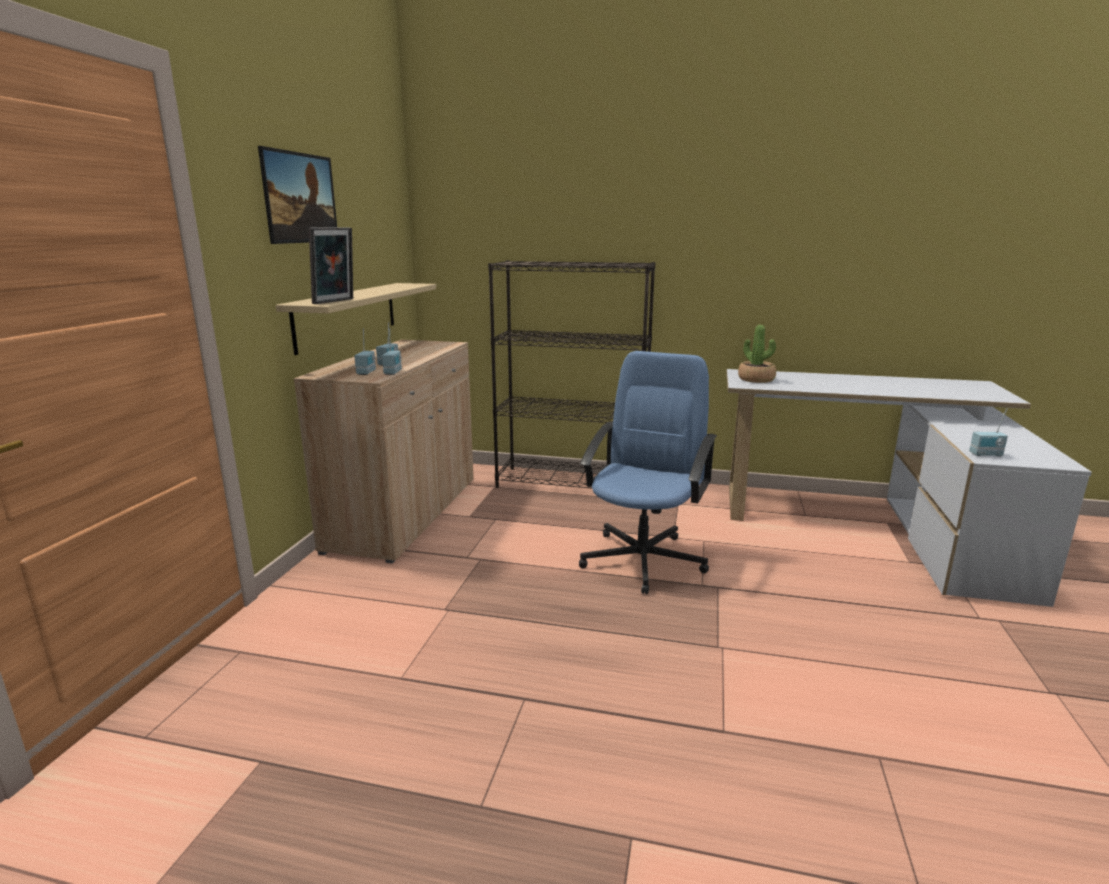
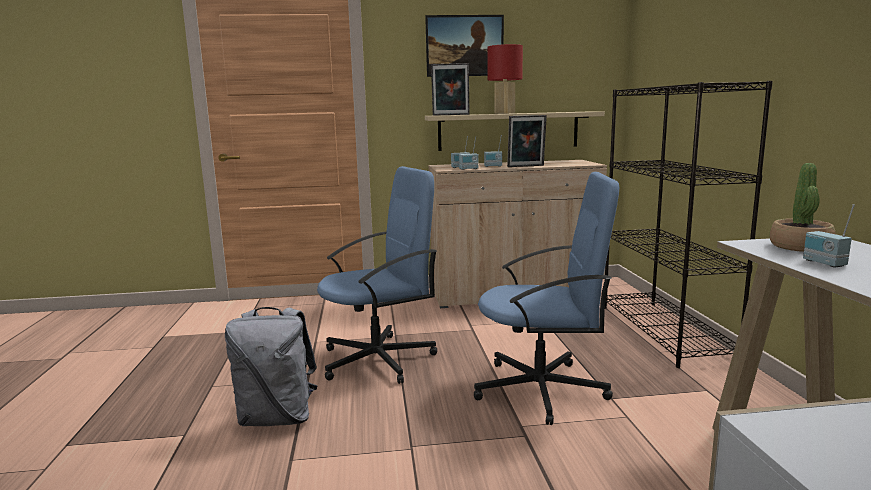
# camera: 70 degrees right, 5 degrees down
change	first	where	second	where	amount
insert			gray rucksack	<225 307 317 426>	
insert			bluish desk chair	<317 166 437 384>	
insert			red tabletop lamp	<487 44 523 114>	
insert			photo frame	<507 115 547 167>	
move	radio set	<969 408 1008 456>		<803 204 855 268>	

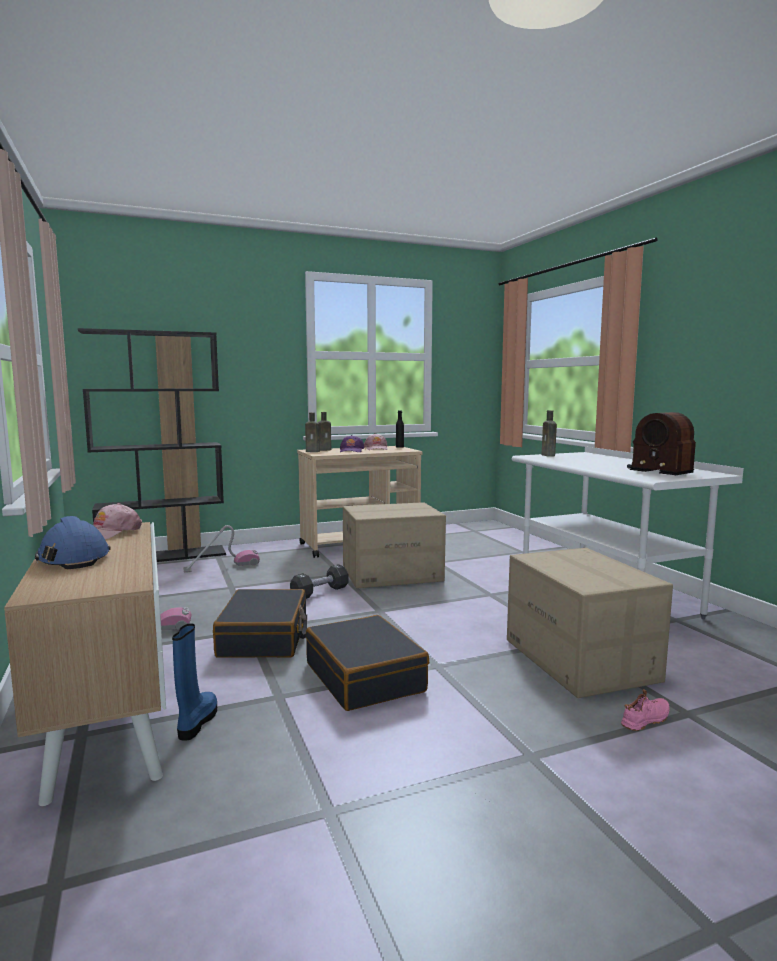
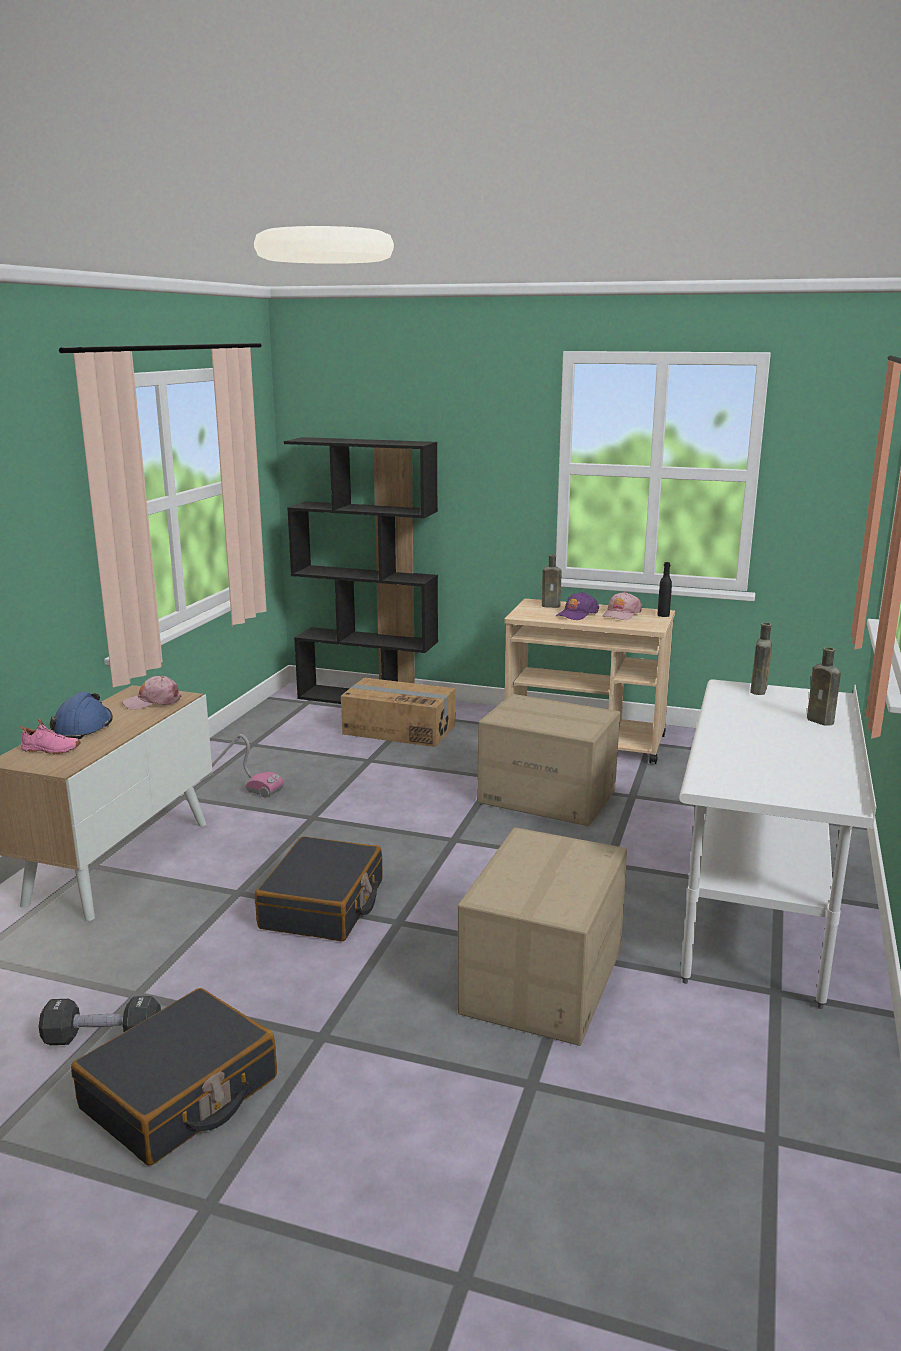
# camera: 40 degrees right, 10 degrees up
change	first	where	second	where	amount
delete	bluish tall boot	<172 624 217 741>			
delete	radio set	<627 412 696 475>			
move	black travel case	<213 589 307 658>		<71 988 277 1166>	
move	black free weight	<290 564 349 599>		<39 996 161 1045>	
move	brown bottle	<305 412 320 452>		<807 647 841 726>	
move	pink-coloured low shoe	<621 689 669 731>		<20 719 80 754>	
replace	hoover	<183 525 260 573>	packing box	<341 678 456 747>	

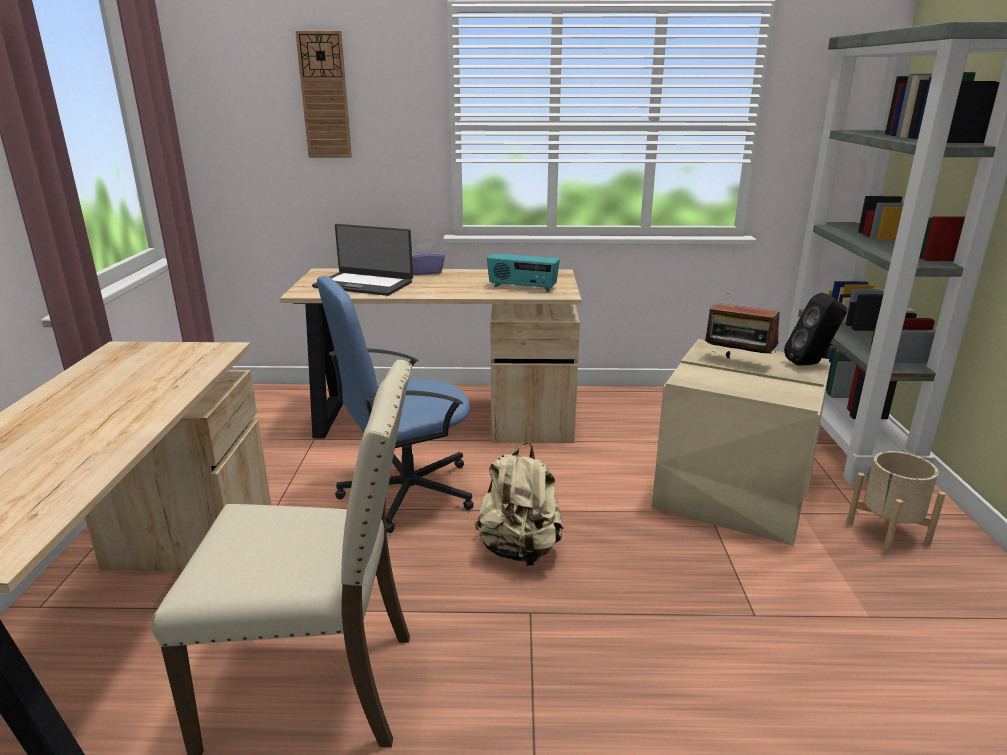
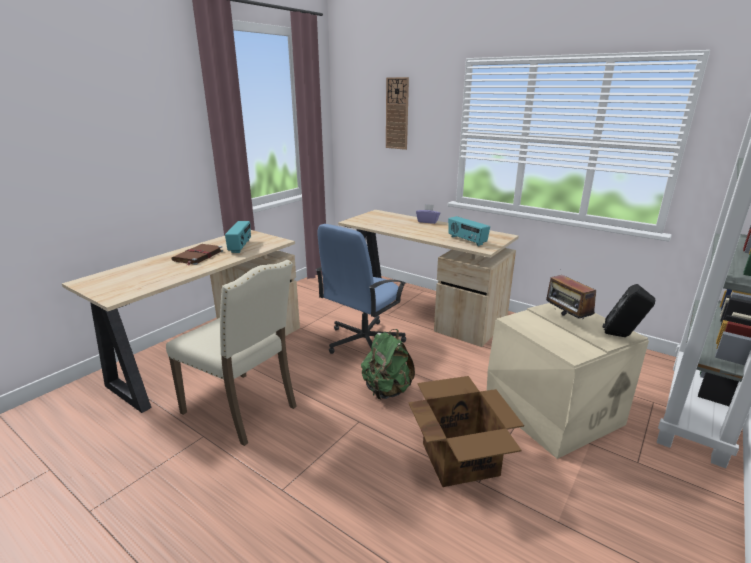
# camera: 35 degrees right, 0 degrees up
change	first	where	second	where	amount
delete	notebook computer	<312 224 413 296>			
delete	sand-coloured plant pot	<846 451 946 554>			
insert			brown book	<172 244 223 266>	
insert			radio set	<225 221 251 253>	
insert			packing box	<408 376 524 487>	
recolor	sand-coloured rucksack	<475 442 564 566>	green-coloured rucksack	<361 329 415 399>	
rotate	bluish desk chair	<317 276 474 533>		<316 224 406 354>	60 degrees counterclockwise

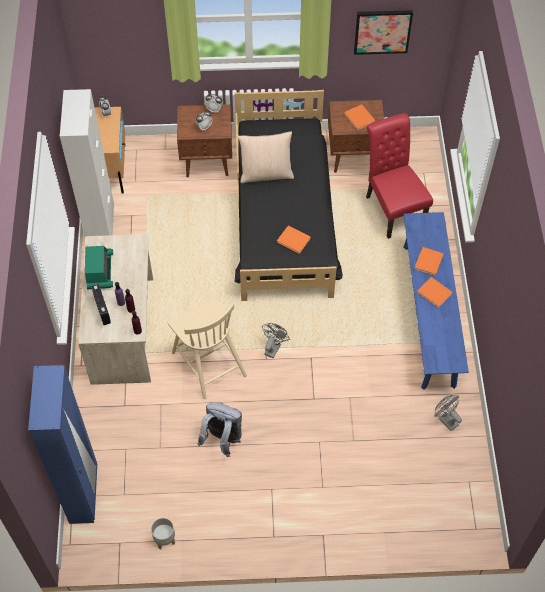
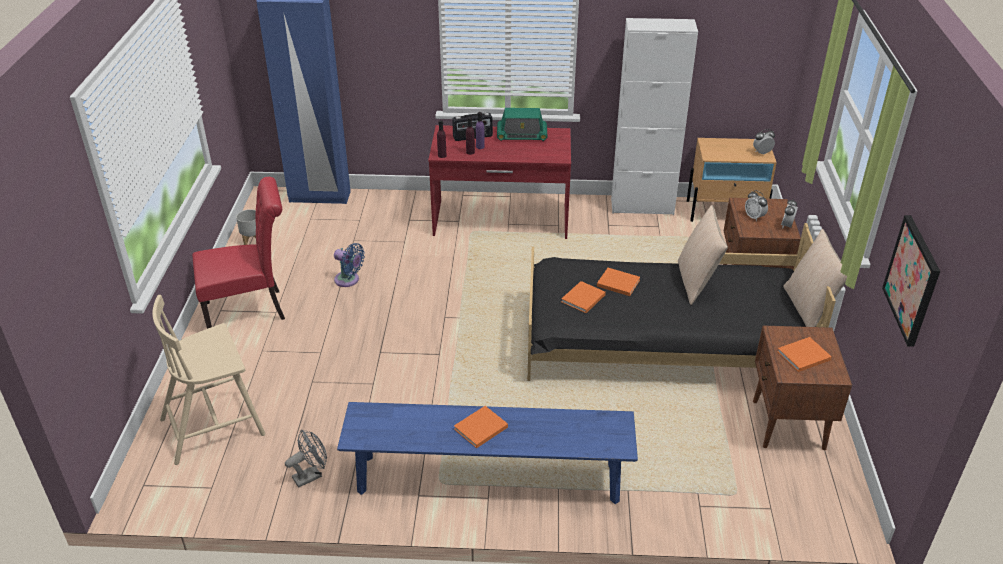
# camera: 95 degrees right, 20 degrees down
change	first	where	second	where	amount
delete	gray electric fan	<262 323 289 358>			
insert			sand-coloured cushion	<783 229 847 327>	
move	sand-coloured plain chair	<168 297 247 399>		<152 295 265 465>	
move	red plain chair	<366 113 433 239>		<192 177 285 329>	
move	orangey book	<414 247 444 276>		<597 268 640 296>	
replace	gray rucksack	<198 402 242 457>	bluish electric fan	<334 243 365 287>	
recolor	sand-coloured desk table	<78 234 153 385>	red desk table	<428 125 571 239>	

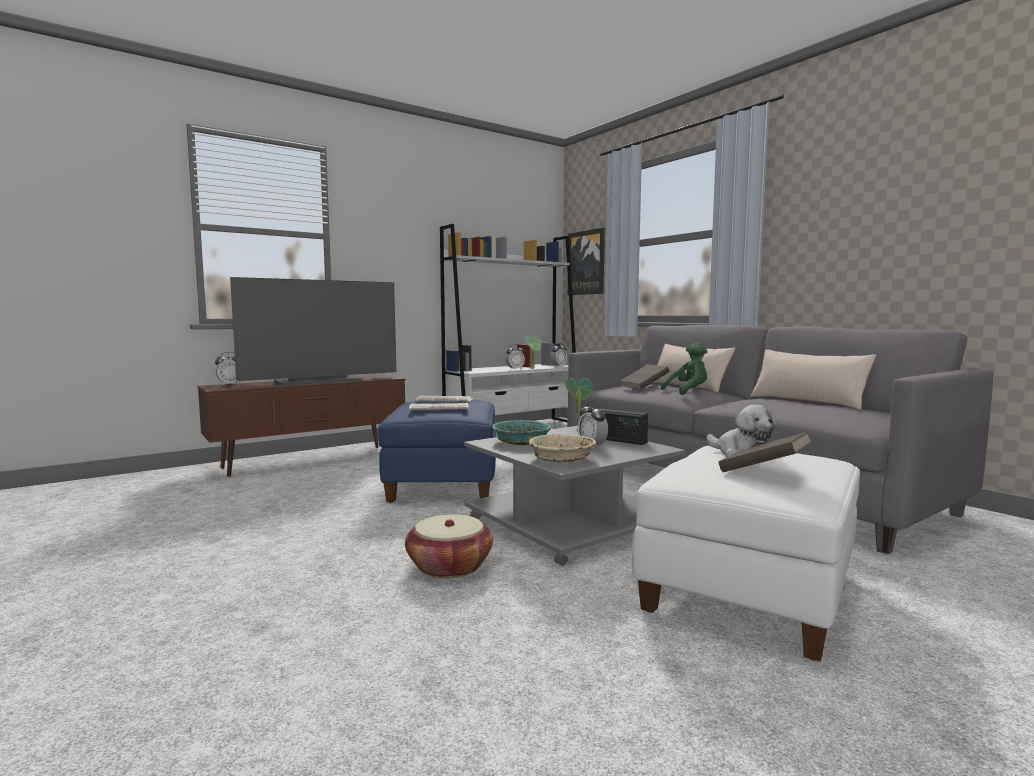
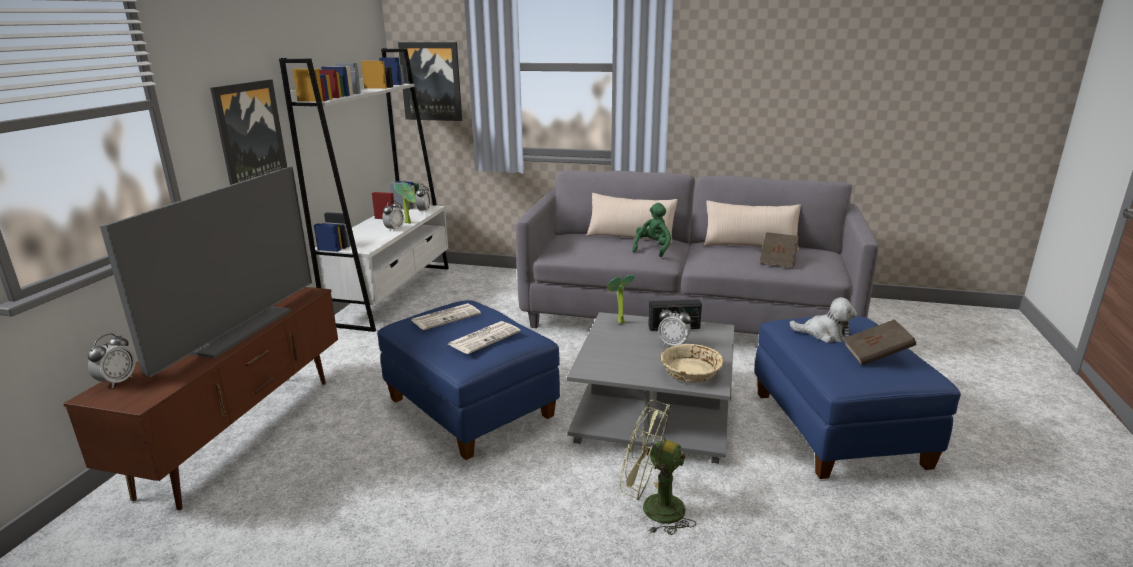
# camera: 40 degrees left, 15 degrees up
change	first	where	second	where	amount
delete	turquoise deep dish	<492 420 551 445>			
insert			wall art	<210 79 287 185>	
move	brown book	<621 364 669 390>		<760 232 799 268>	
replace	basket	<405 514 493 578>	green-coloured electric fan	<620 400 696 535>	
recolor	white-coloured pouffe	<632 446 860 662>	bluish pouffe	<754 316 961 479>	

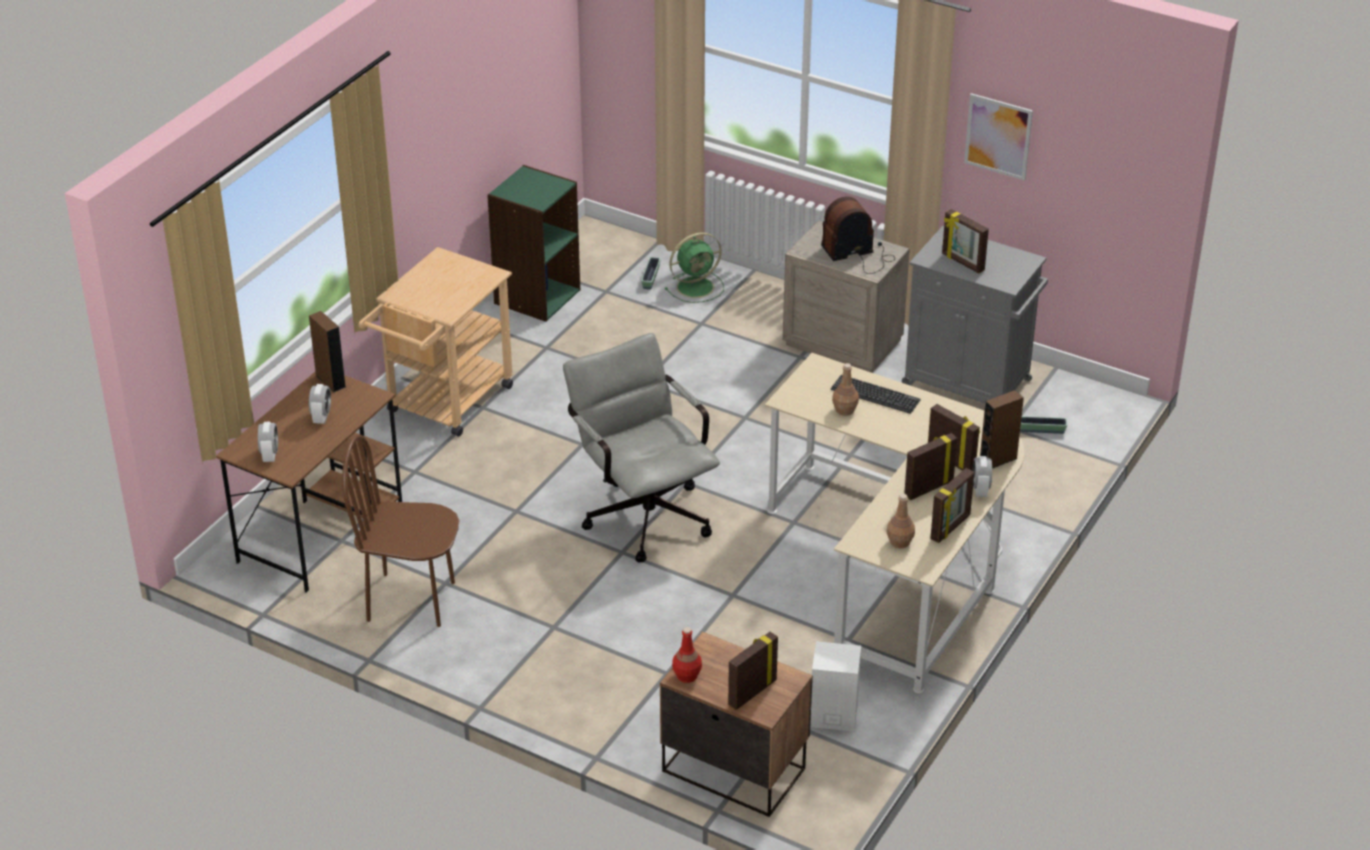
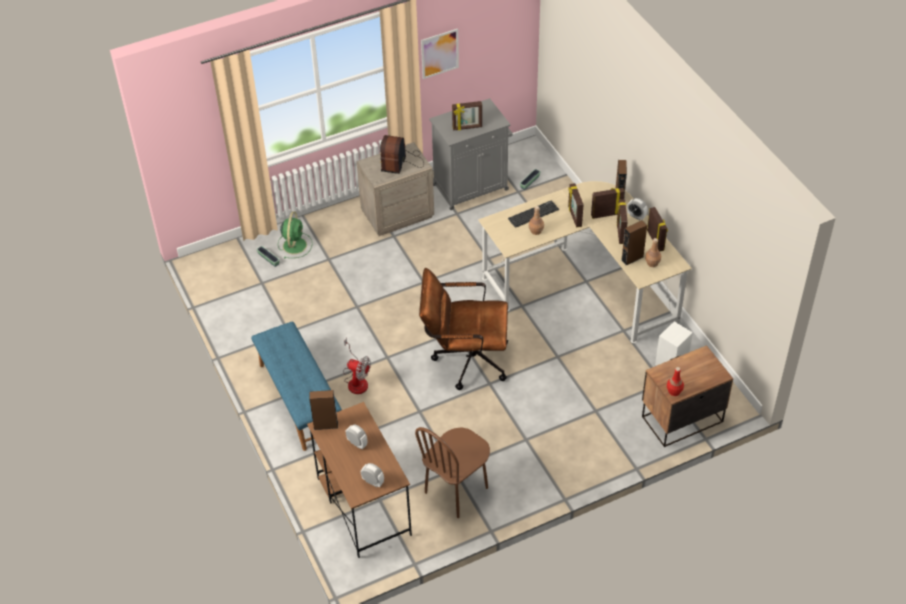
# camera: 55 degrees left, 10 degrees up
change	first	where	second	where	amount
delete	green-coloured shelving unit	<487 165 580 322>			
insert			electric fan	<343 338 371 394>	
insert			brown audio speaker	<621 220 647 265>	
move	photo frame	<728 632 778 710>		<568 183 584 227>	
replace	sand-coloured cart	<359 247 513 437>	bluish bench	<251 322 342 451>	
recolor	gray desk chair	<563 333 720 563>	brown desk chair	<419 268 508 390>	

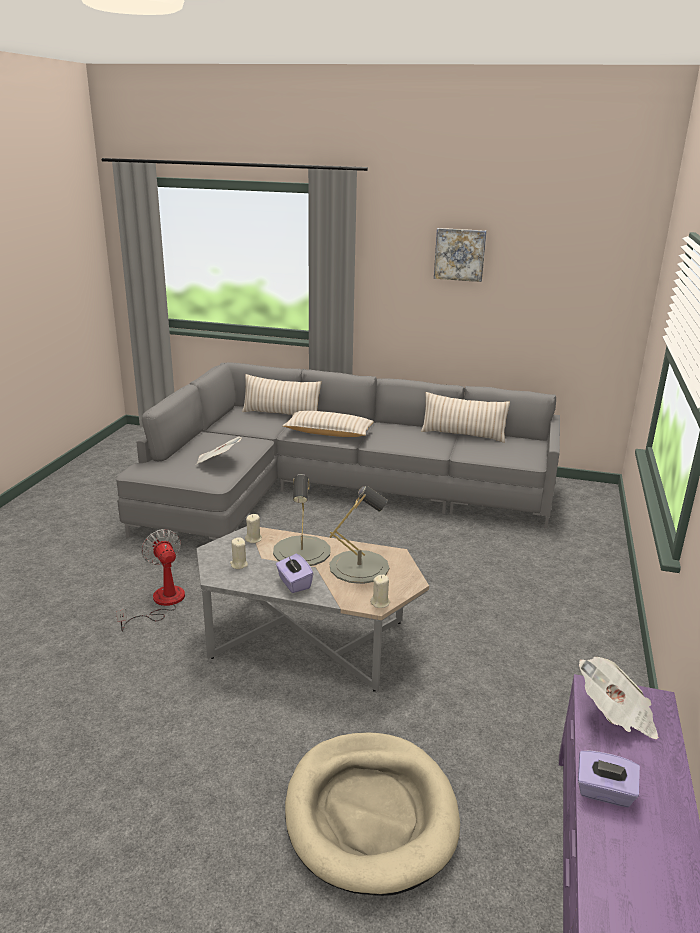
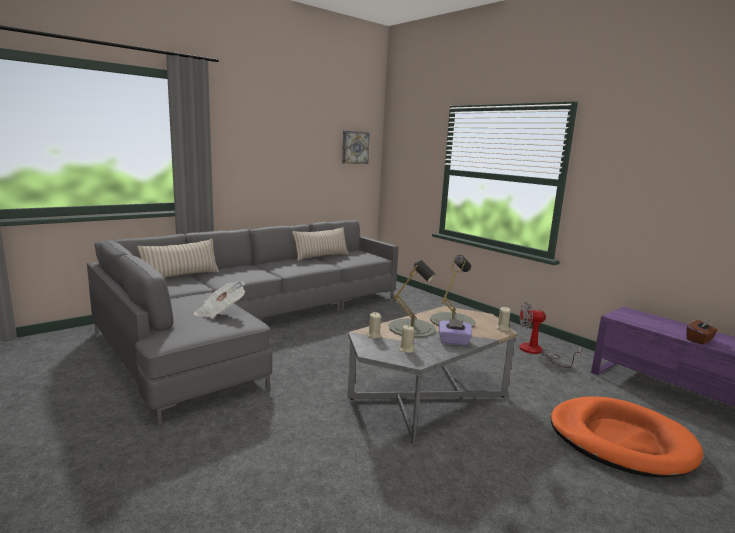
# camera: 55 degrees left, 10 degrees down
change	first	where	second	where	amount
delete	sand-coloured cushion	<282 411 374 437>			
delete	daily paper	<579 657 659 739>			
move	electric fan	<116 529 185 632>		<519 302 581 368>	
move	wall art	<434 228 487 282>		<342 131 370 164>	
recolor	sand-coloured pet bed	<285 732 460 896>	orangey pet bed	<551 396 703 478>	
recolor	purple tissue box	<578 751 640 807>	brown tissue box	<687 319 718 345>	

